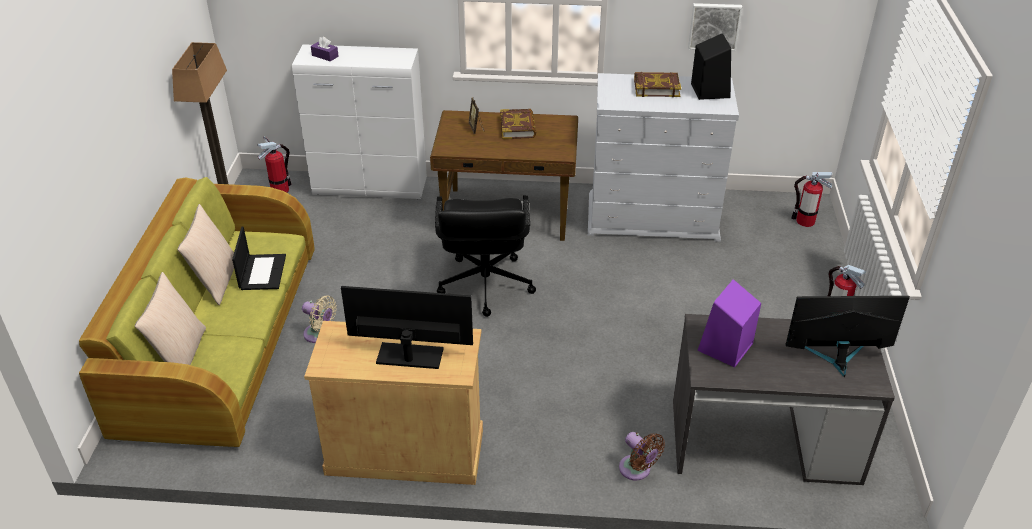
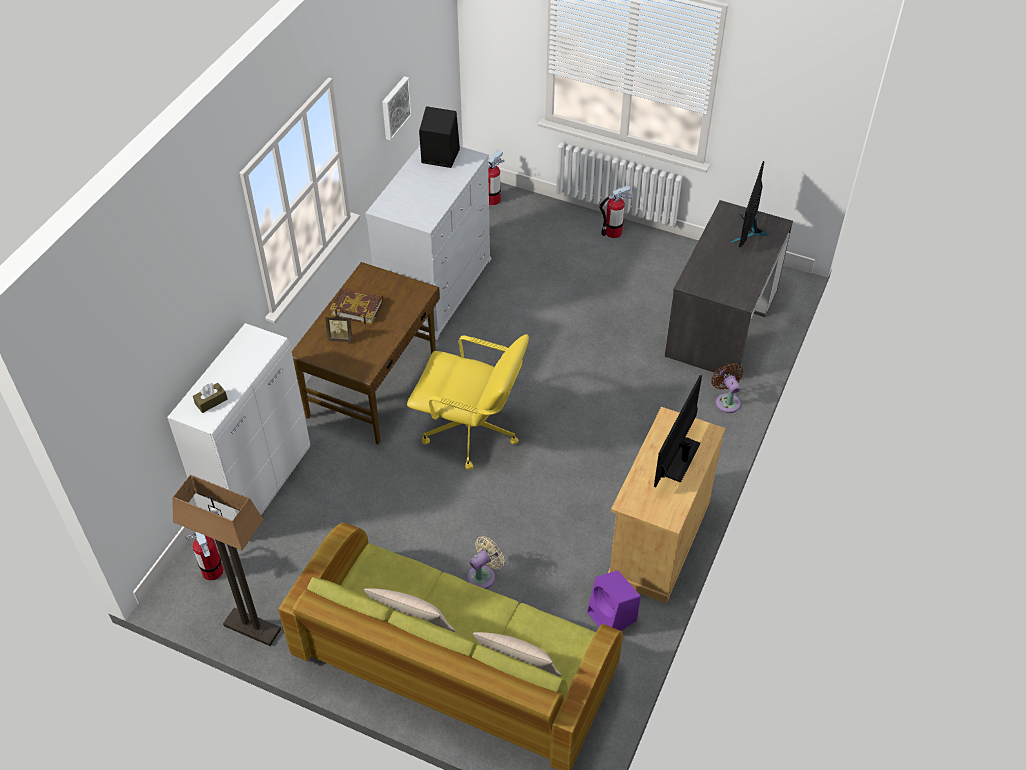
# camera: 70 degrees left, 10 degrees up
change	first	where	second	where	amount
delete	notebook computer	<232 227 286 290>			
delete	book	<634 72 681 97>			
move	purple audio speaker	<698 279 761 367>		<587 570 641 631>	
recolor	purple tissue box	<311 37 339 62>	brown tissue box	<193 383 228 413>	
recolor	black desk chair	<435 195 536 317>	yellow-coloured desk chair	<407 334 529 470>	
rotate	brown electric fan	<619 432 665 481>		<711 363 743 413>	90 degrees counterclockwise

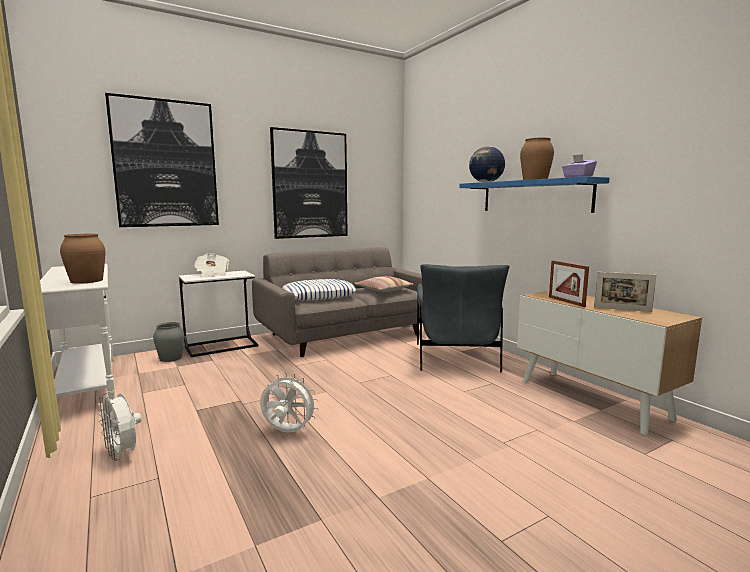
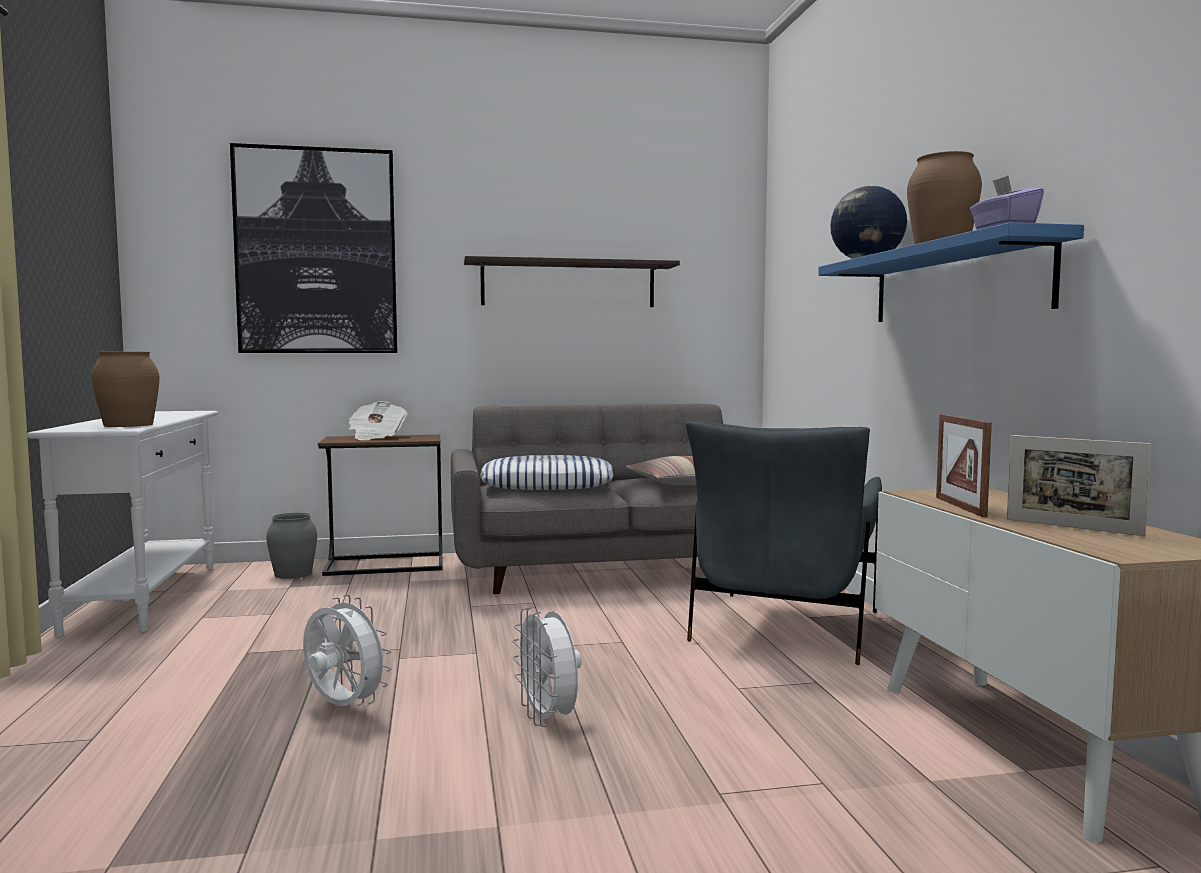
# camera: 20 degrees right, 5 degrees down
change	first	where	second	where	amount
move	white-coloured electric fan	<98 393 141 461>		<512 607 582 727>	
replace	wall art	<270 127 348 239>	bracket shelf	<464 256 680 307>	
recolor	white-coloured end table	<179 271 258 357>	brown end table	<318 435 443 576>	

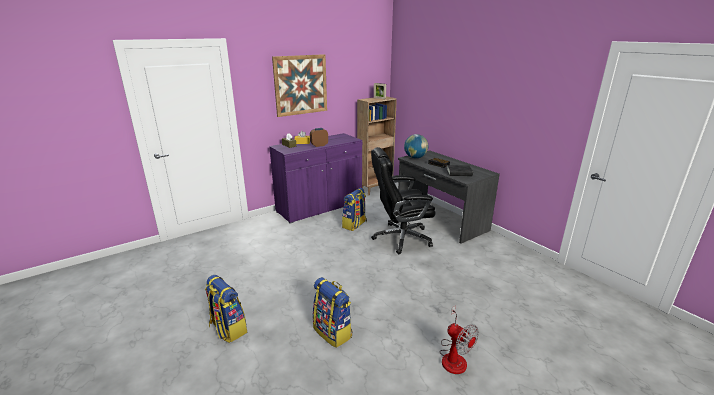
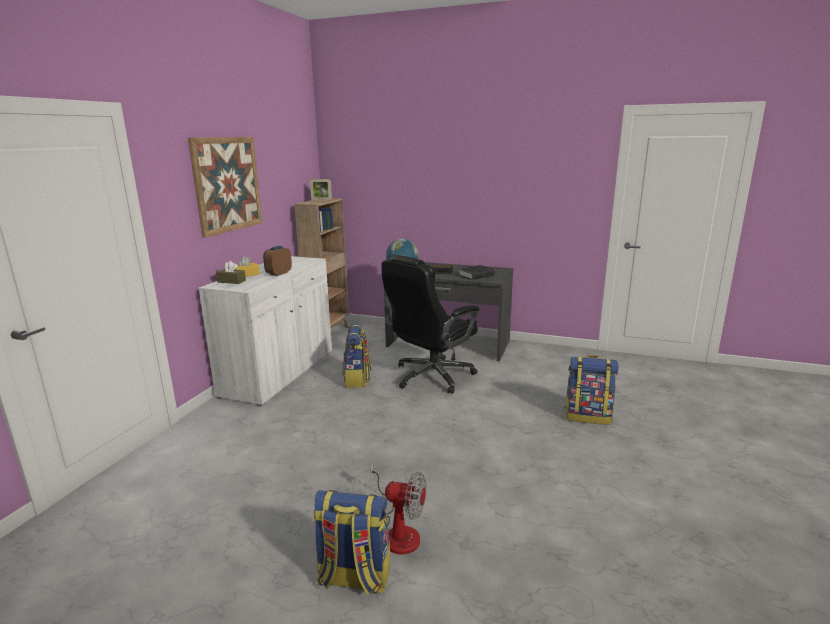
# camera: 35 degrees left, 5 degrees down
change	first	where	second	where	amount
move	rucksack	<313 277 352 348>		<565 355 619 424>	
move	electric fan	<439 306 479 374>		<370 464 426 555>	
recolor	purple storage cabinet	<269 133 362 224>	white-coloured storage cabinet	<198 256 332 407>	

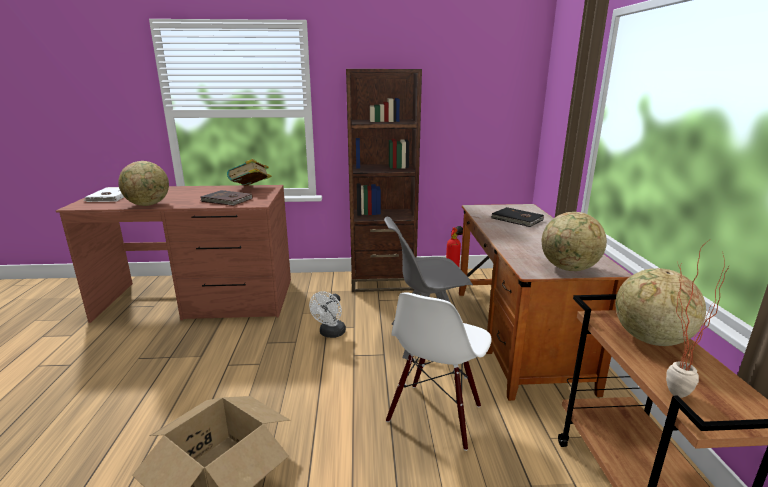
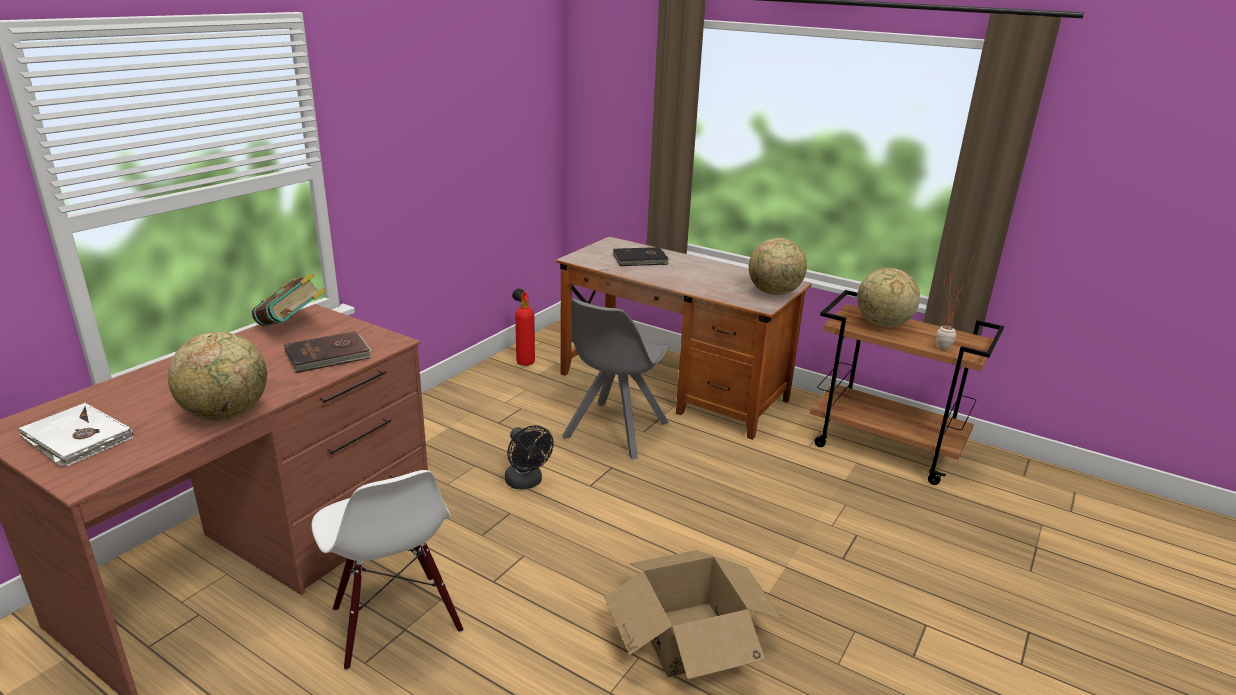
# camera: 55 degrees left, 5 degrees up
change	first	where	second	where	amount
delete	brown shelving unit	<346 69 422 292>			
move	white-coloured plain chair	<386 292 492 451>		<312 470 463 671>	
recolor	white-coloured electric fan	<309 291 346 338>	black electric fan	<505 425 554 490>	

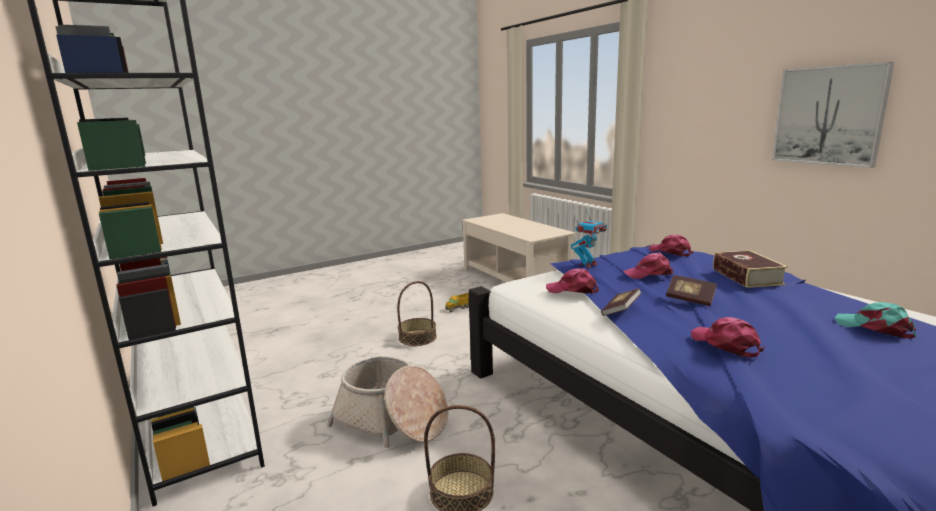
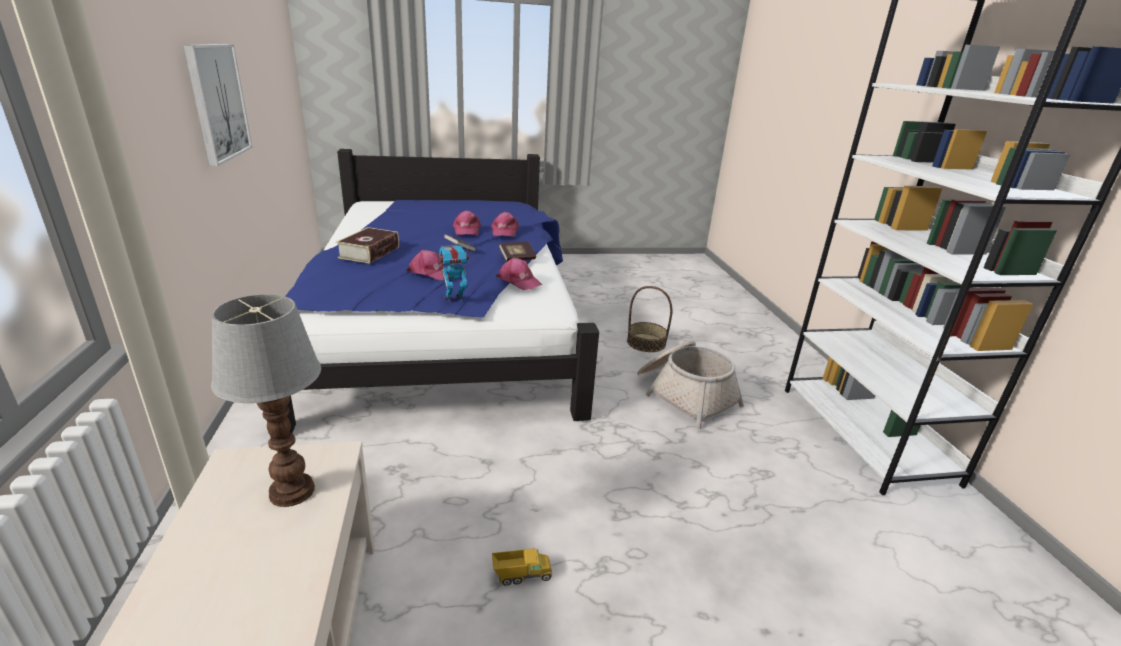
# camera: 160 degrees left, 10 degrees up
change	first	where	second	where	amount
delete	basket	<397 281 437 346>			
delete	turquoise baseball cap	<835 302 916 339>			
insert			tabletop lamp	<211 294 321 507>	
move	pink-coloured baseball cap	<649 234 694 256>		<453 210 481 235>	

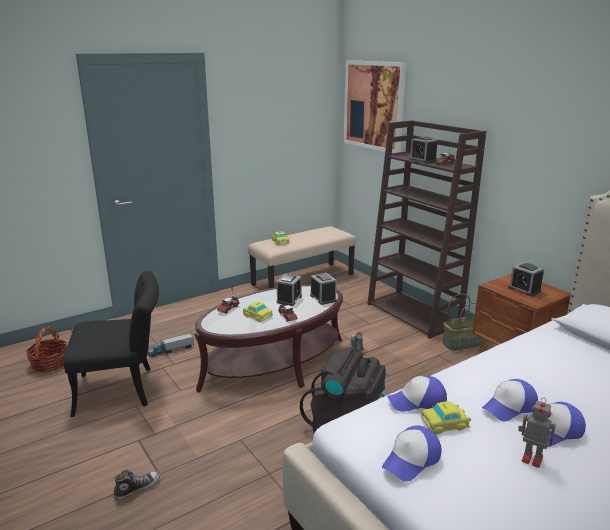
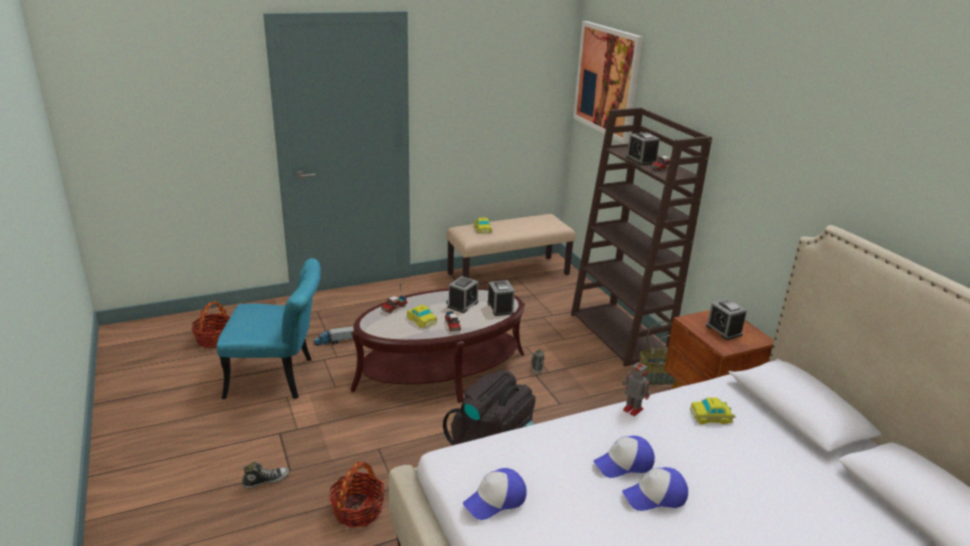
# camera: 10 degrees right, 5 degrees up
change	first	where	second	where	amount
delete	baseball cap	<387 376 447 412>			
insert			basket	<329 462 385 528>	
move	miniature car	<421 401 471 435>		<690 397 736 424>	
move	model robot	<518 398 556 468>		<622 359 650 416>	
recolor	black plain chair	<64 271 159 417>	turquoise plain chair	<217 258 321 399>	

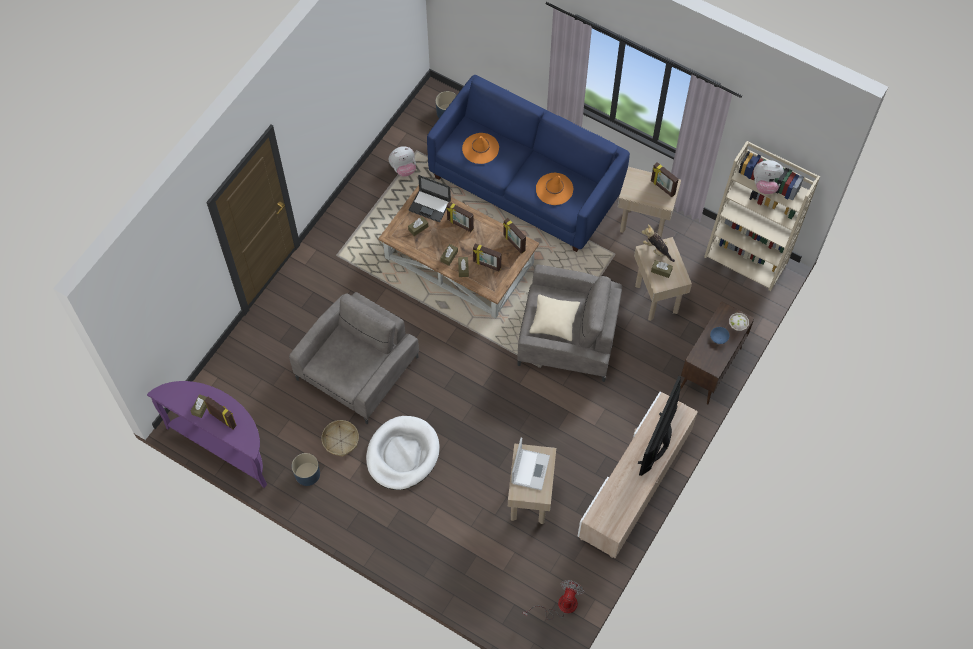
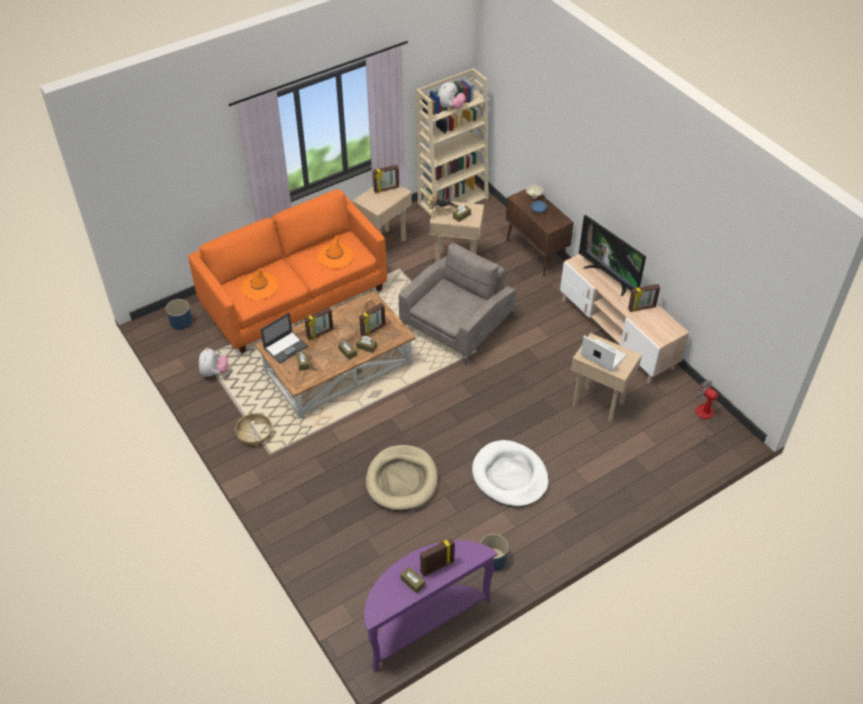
# camera: 65 degrees left, 15 degrees down
change	first	where	second	where	amount
delete	sand-coloured cushion	<529 294 580 341>			
move	basket	<322 420 359 457>		<235 413 272 447>	
move	photo frame	<503 218 526 254>		<628 284 660 312>	
replace	gray lounge chair	<289 292 419 424>	sand-coloured pet bed	<366 445 438 511>	
recolor	bluish sofa	<427 75 630 252>	orangey sofa	<189 190 387 353>	

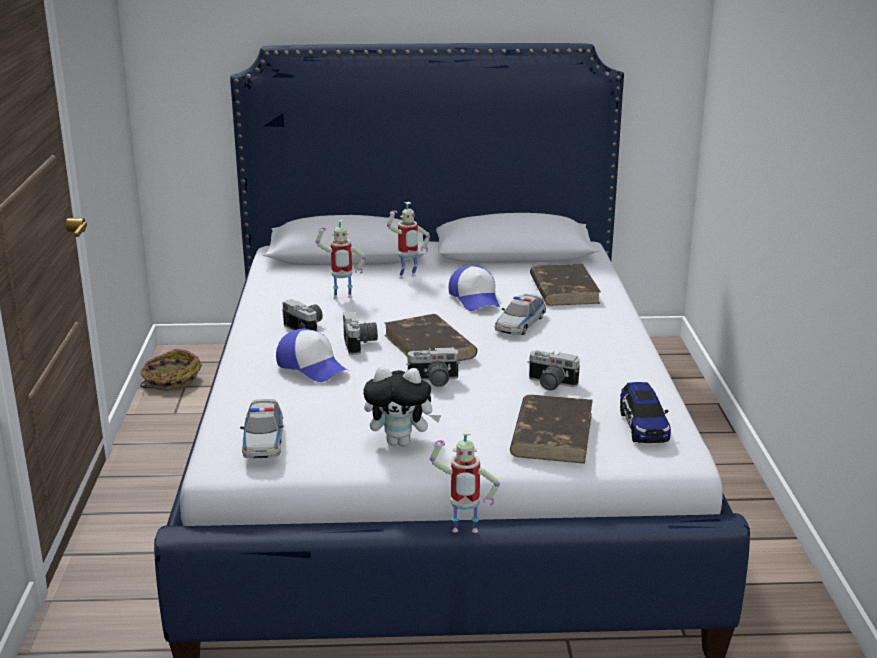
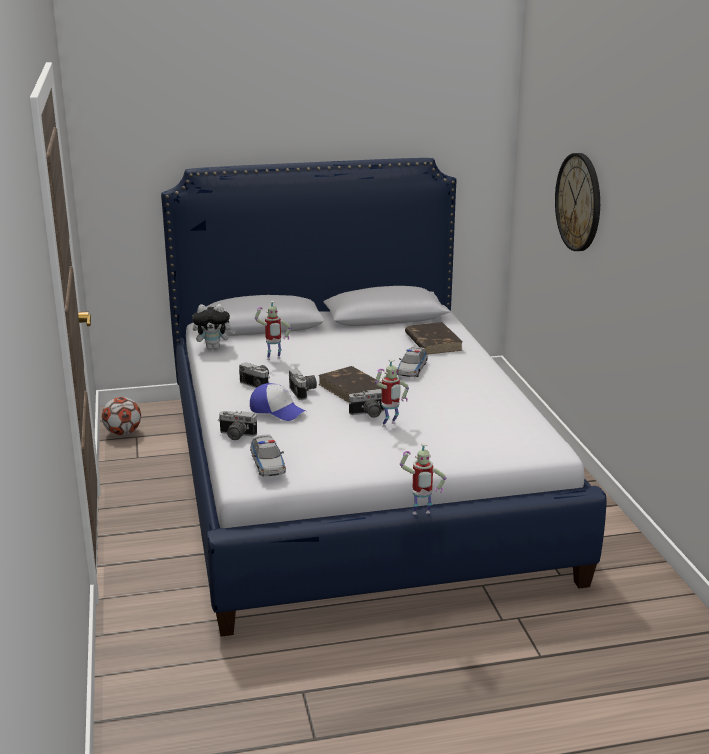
# camera: 10 degrees left, 0 degrees up
change	first	where	second	where	amount
delete	baseball cap	<449 265 500 311>			
delete	brown book	<510 394 593 464>			
delete	miniature car	<620 382 671 443>			
insert			hanging clock	<555 153 600 251>	
move	plush toy	<363 366 441 446>		<192 304 236 350>	
move	model robot	<387 202 430 279>		<375 359 409 427>	
move	still camera	<527 350 580 390>		<218 411 257 440>	
replace	basket	<140 349 202 391>	football	<102 397 141 435>	

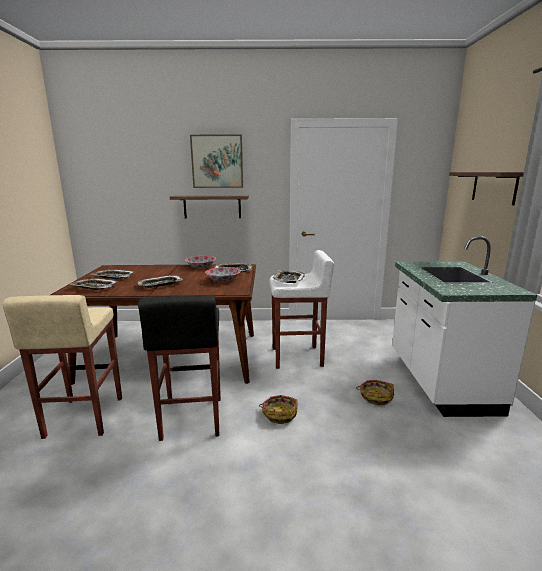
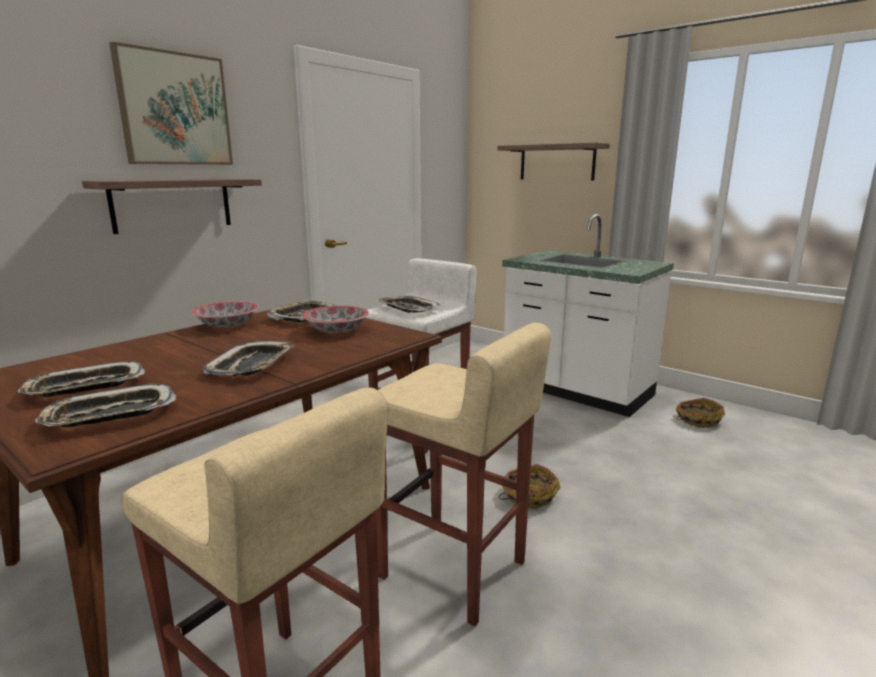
# camera: 50 degrees left, 0 degrees up
change	first	where	second	where	amount
move	basket	<356 380 394 405>		<676 398 725 428>	
recolor	black stool seat	<138 295 221 441>	sand-coloured stool seat	<376 323 551 627>	

